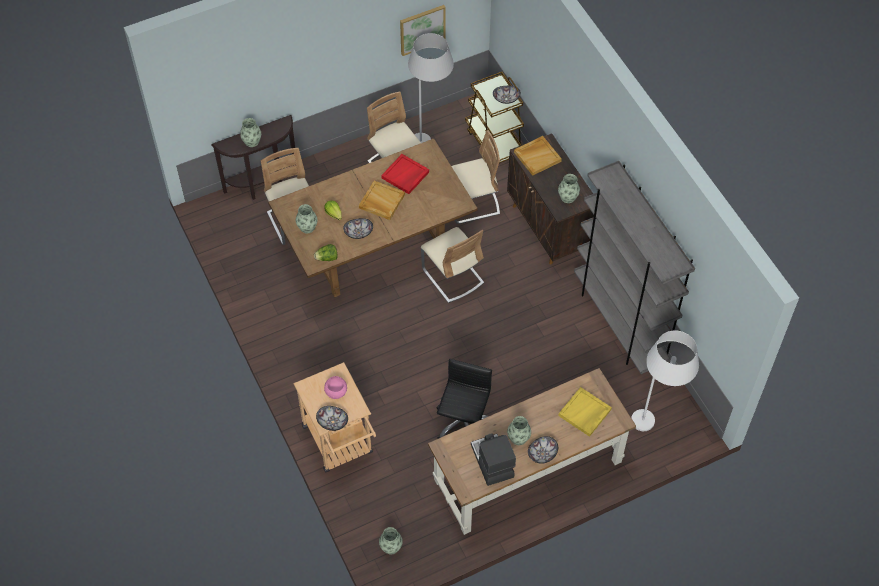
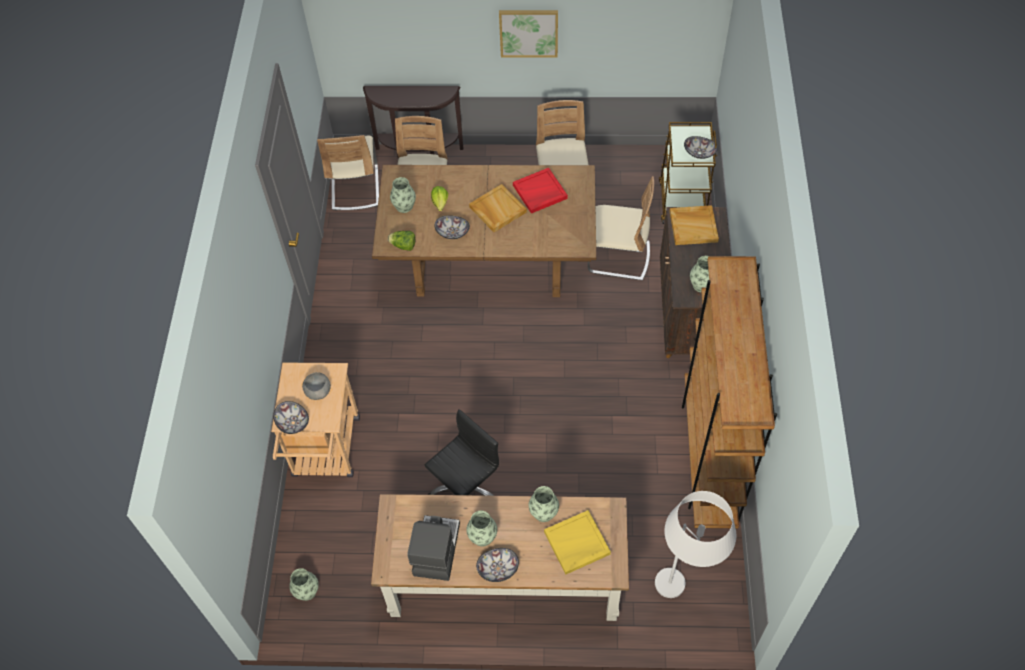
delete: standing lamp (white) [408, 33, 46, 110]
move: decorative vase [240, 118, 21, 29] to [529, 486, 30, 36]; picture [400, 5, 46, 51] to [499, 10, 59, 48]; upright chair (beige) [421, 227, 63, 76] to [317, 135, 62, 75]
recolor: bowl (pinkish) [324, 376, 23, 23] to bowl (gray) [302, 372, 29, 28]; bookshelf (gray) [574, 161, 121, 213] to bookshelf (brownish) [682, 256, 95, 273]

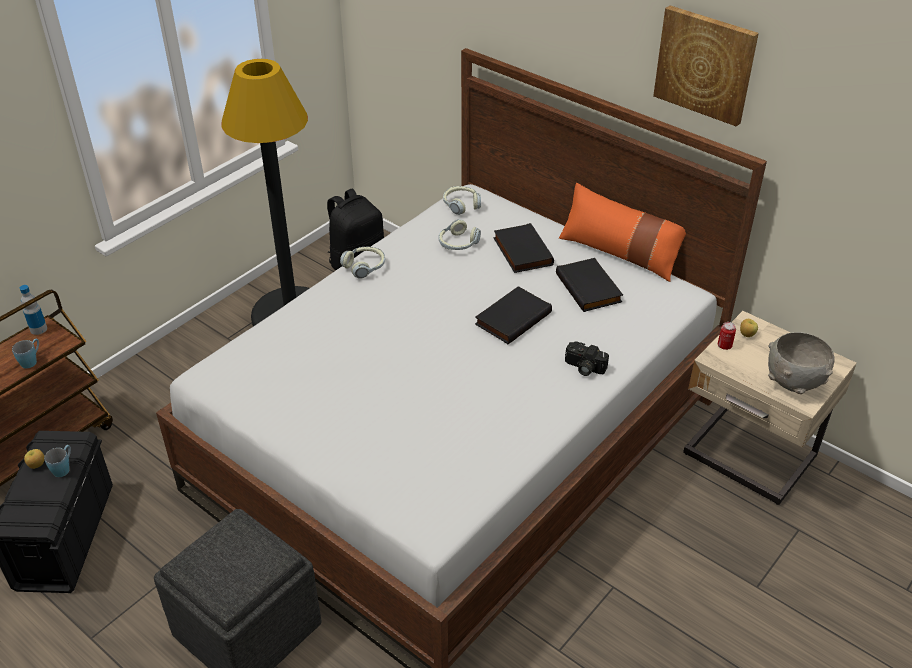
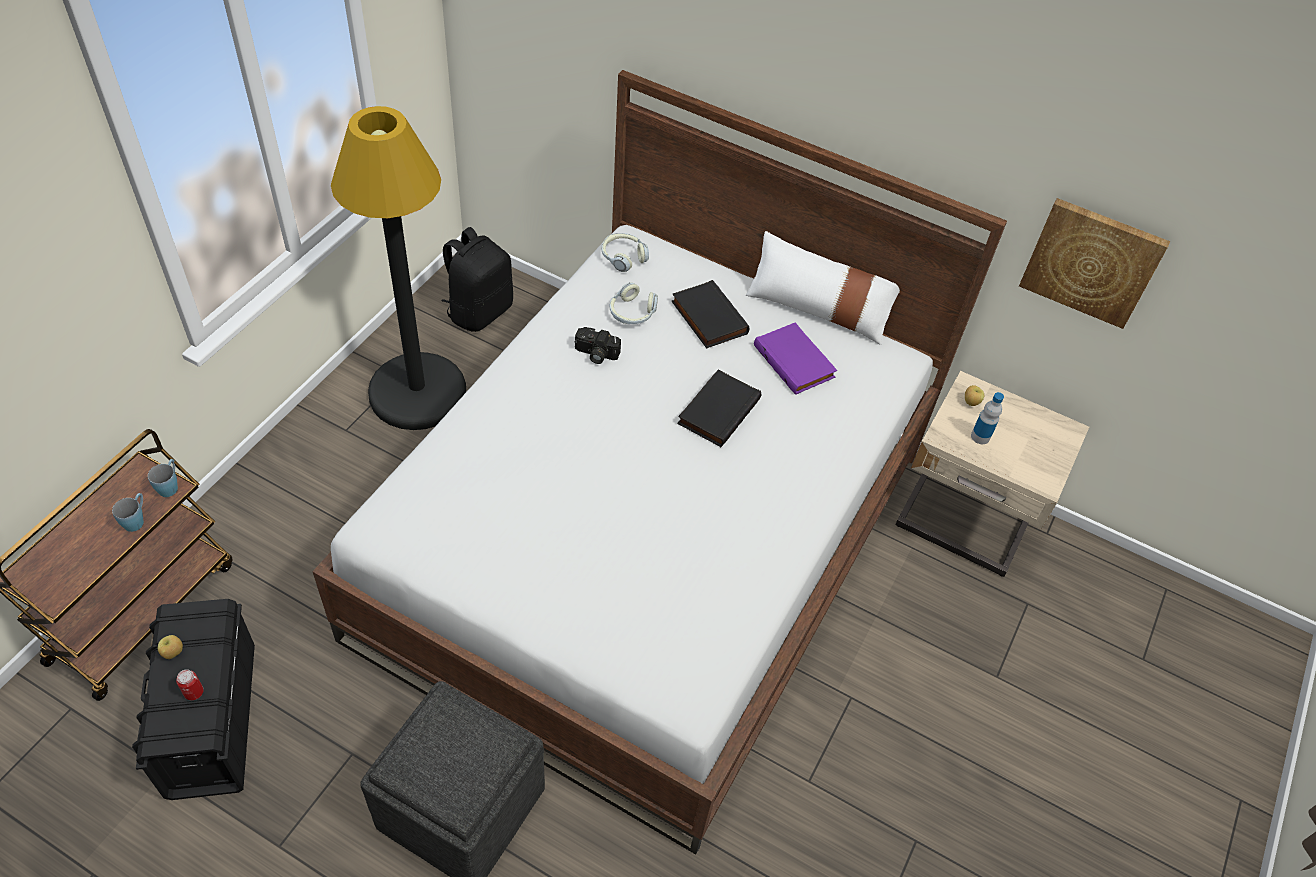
delete: headset [340, 247, 45, 32]; bowl (gray) [768, 332, 66, 62]
move: beverage bottle [20, 285, 27, 50] to [971, 392, 33, 52]; tea mug (bluish) [44, 445, 27, 32] to [148, 459, 30, 38]; still camera [565, 341, 44, 35] to [575, 327, 46, 37]; picture [653, 5, 106, 122] to [1019, 198, 151, 131]; can [717, 322, 19, 28] to [176, 669, 28, 31]
recolor: volume (black) [556, 258, 67, 54] to volume (purple) [754, 322, 83, 73]; pillow (orange) [559, 183, 127, 99] to pillow (white) [746, 231, 154, 114]

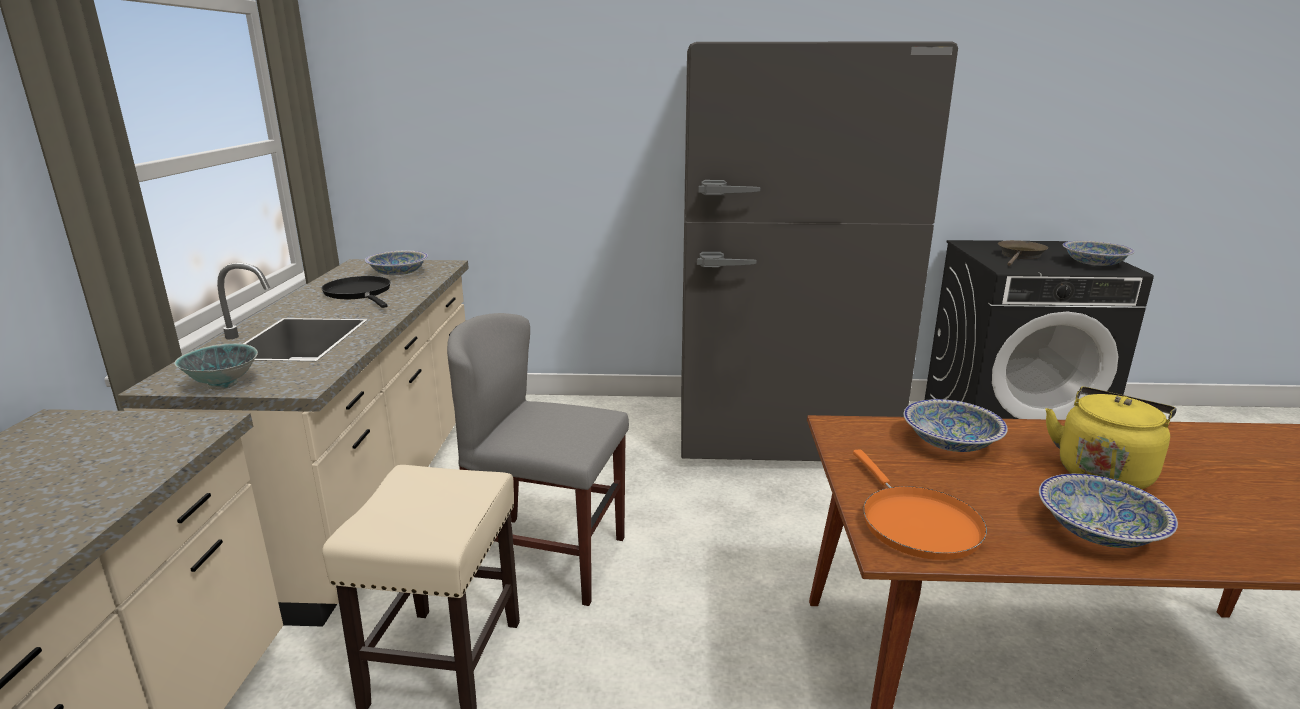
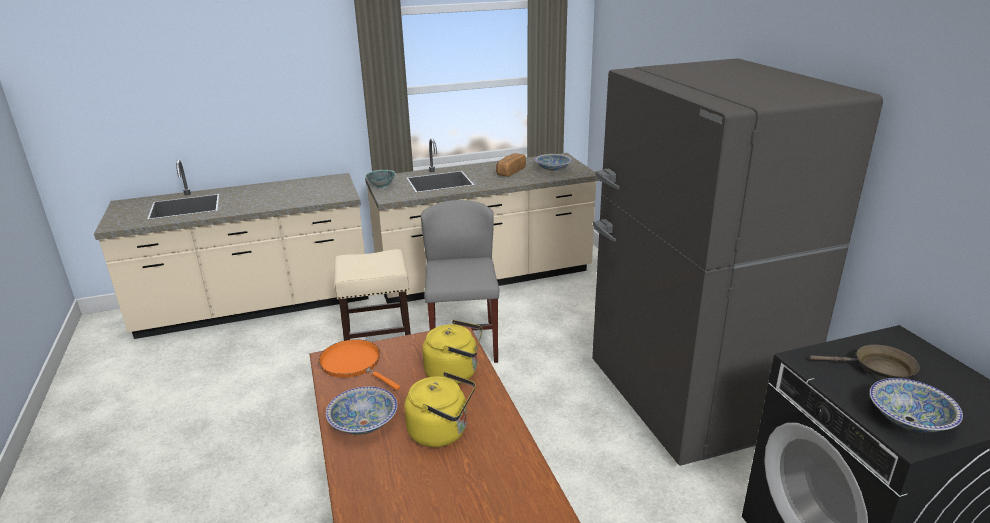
replace: pan (black) [321, 276, 69, 32] to bread [496, 153, 30, 24]; bowl [904, 399, 104, 53] to kettle (yellowish) [422, 320, 60, 64]
rotate: pan (orange) [853, 449, 134, 111] = [319, 339, 81, 51] 75 degrees clockwise

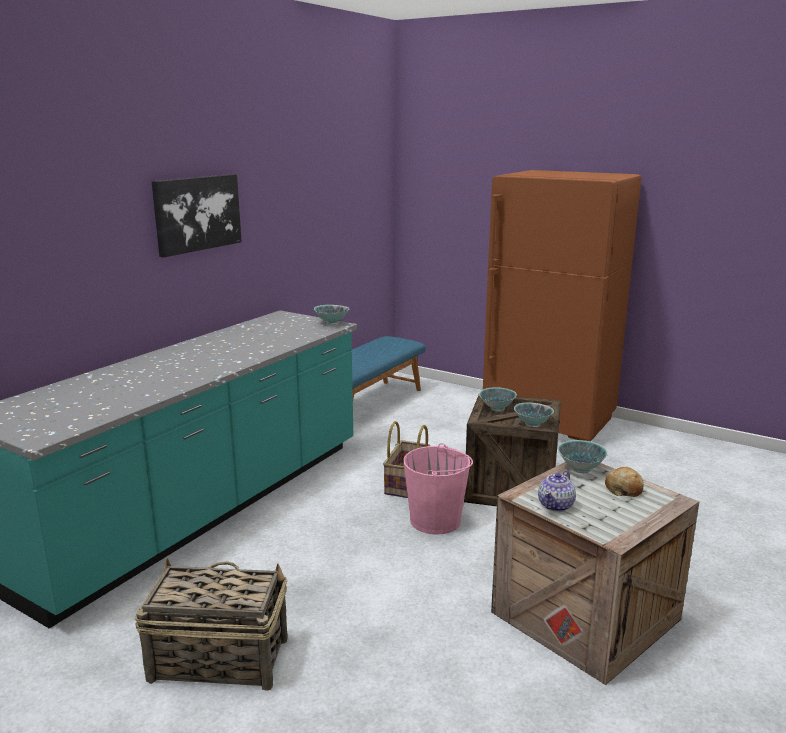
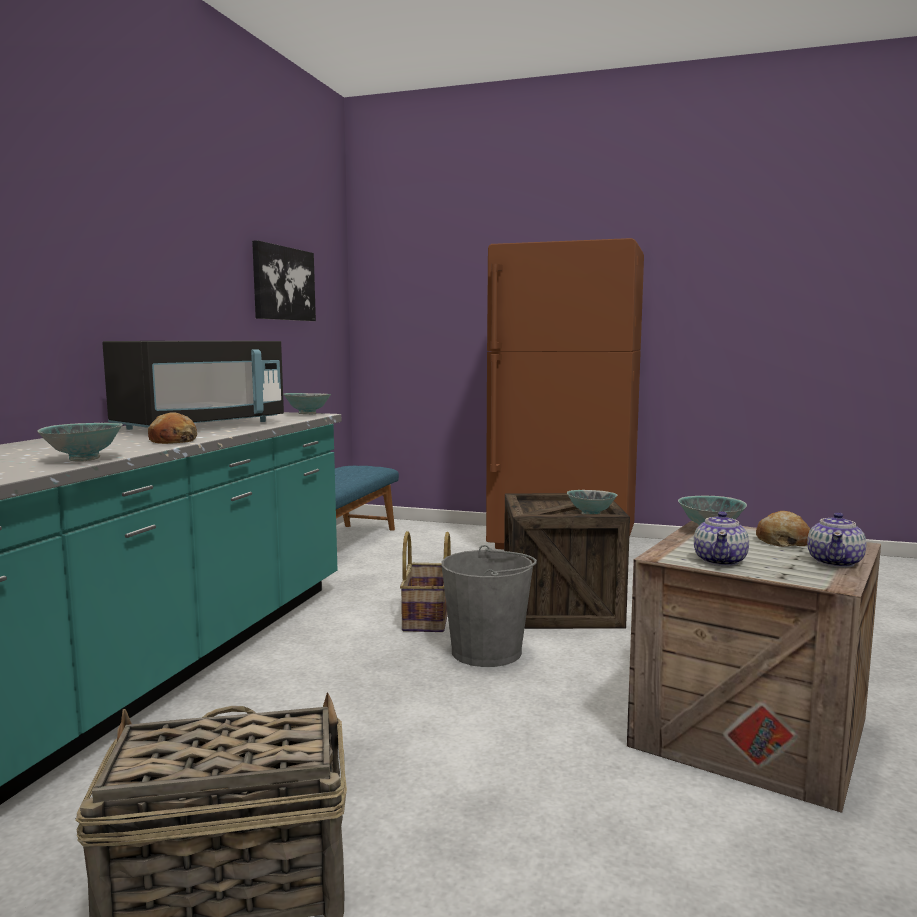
insert: microwave oven (black) [103, 341, 181, 89]; bread [148, 412, 49, 32]; teapot [807, 512, 59, 56]
move: picture [152, 174, 90, 83] to [252, 240, 64, 81]; bowl [479, 387, 38, 25] to [37, 423, 86, 39]
recolor: pail (pinkish) [403, 443, 70, 92] to pail (gray) [441, 545, 96, 122]

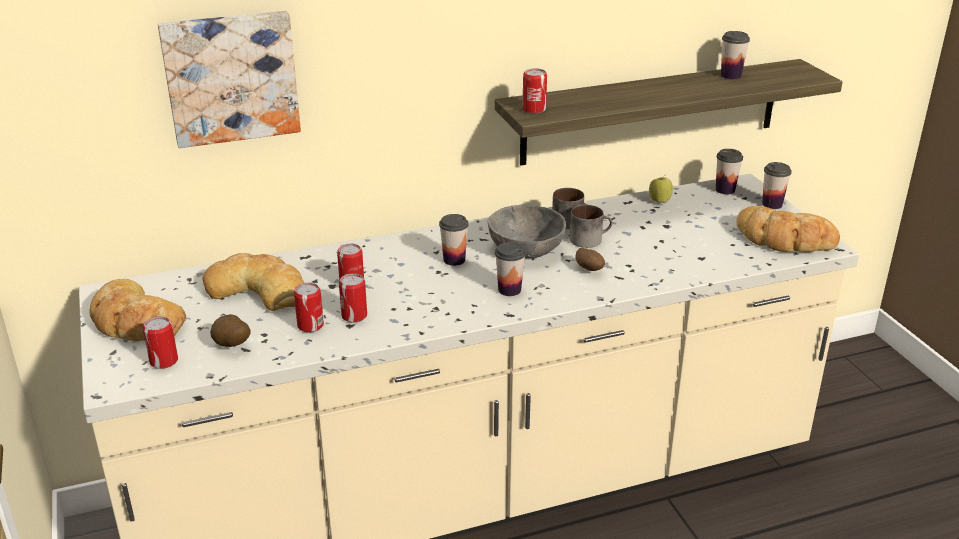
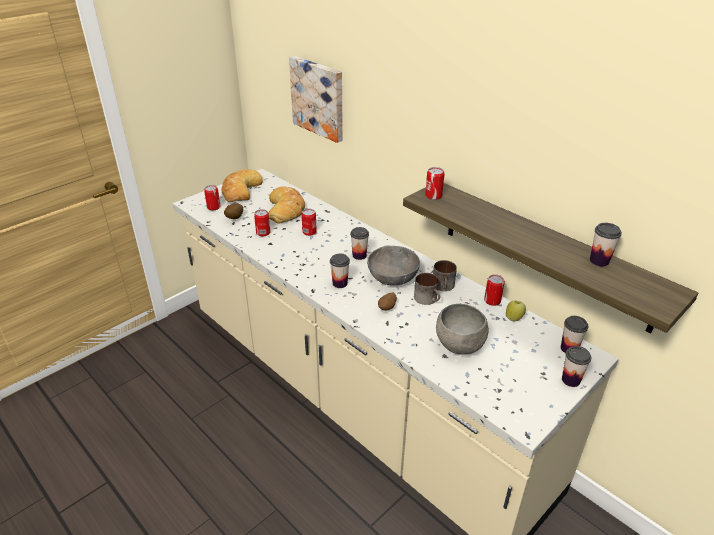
delete: bread [736, 206, 104, 46]
insert: bowl (gray) [436, 304, 53, 51]
move: can [339, 273, 28, 50] to [484, 274, 21, 32]

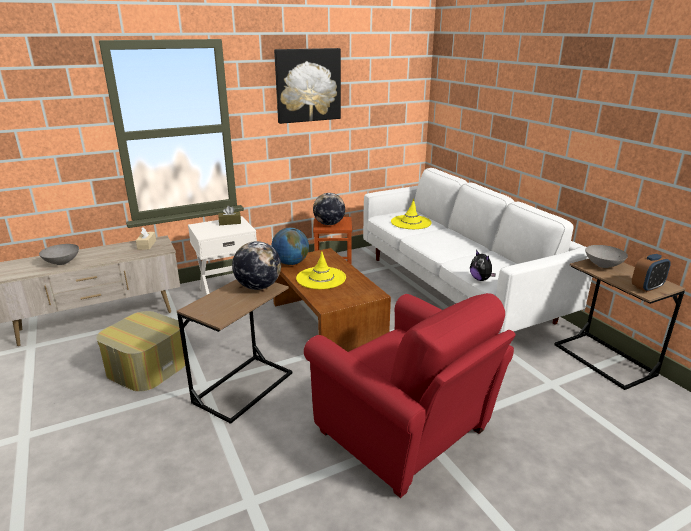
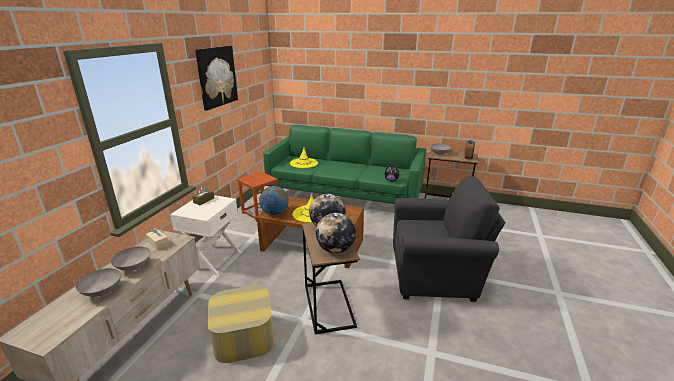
insert: bowl (gray) [111, 246, 40, 25]
move: desk globe [313, 193, 32, 32] to [316, 213, 40, 40]
recolor: easy chair (red-coloured) [304, 293, 211, 205] to easy chair (gray) [393, 176, 113, 126]; settee (white) [363, 168, 229, 166] to settee (greenish) [263, 125, 163, 79]

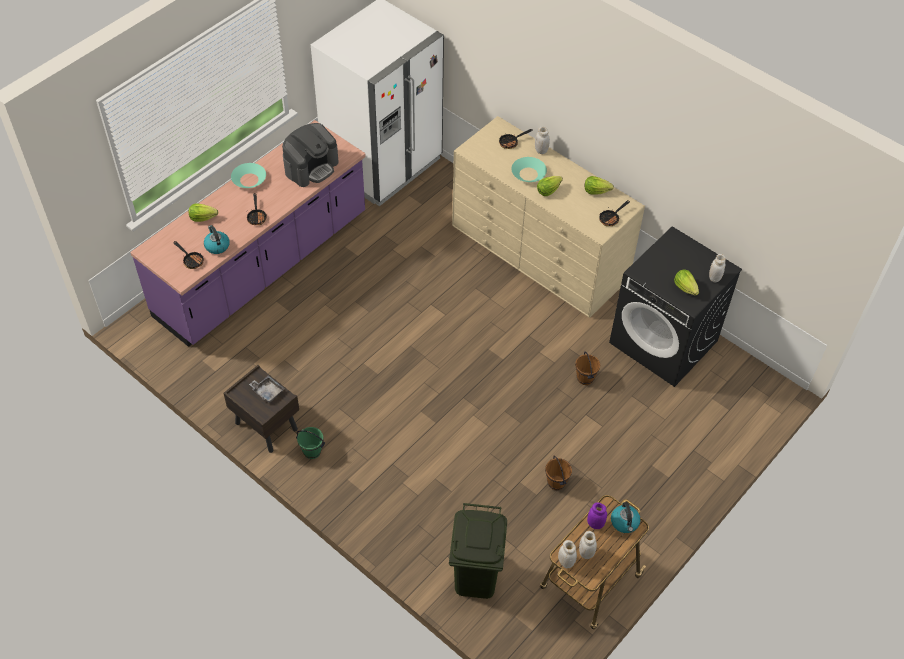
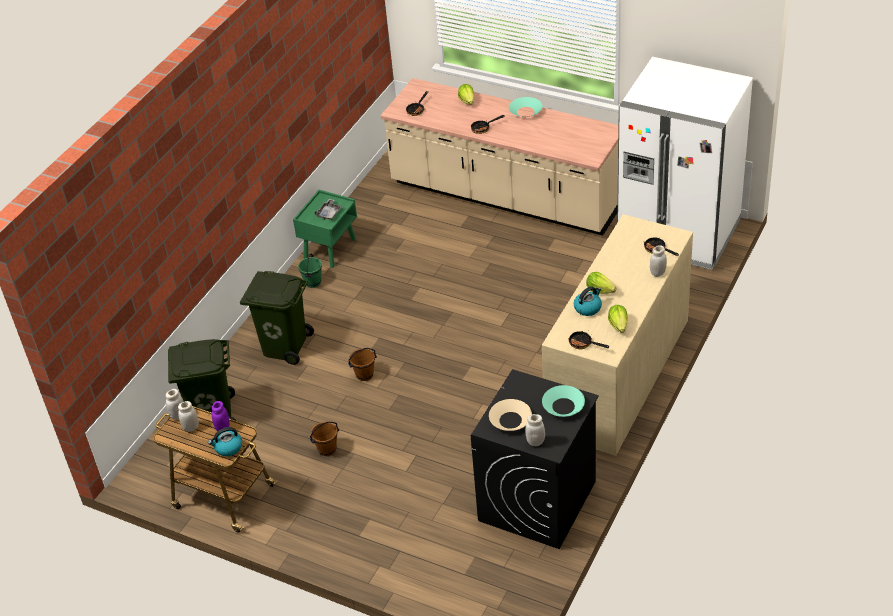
delete: coffee machine [282, 123, 57, 64]
insert: trash can (greenish) [240, 271, 74, 94]
move: kettle [204, 225, 26, 29] to [574, 286, 28, 30]; bowl (turquoise-coloured) [511, 157, 36, 25] to [542, 385, 43, 32]; pail (brownish) [575, 352, 25, 33] to [348, 348, 29, 33]
replace: head of lettuce [674, 270, 25, 26] to bowl (beige) [489, 399, 43, 32]
recolor: kitchen base unit (purple) [130, 120, 236, 227] to kitchen base unit (beige) [381, 78, 238, 158]; night table (brownish) [224, 365, 75, 88] to night table (greenish) [293, 190, 64, 78]

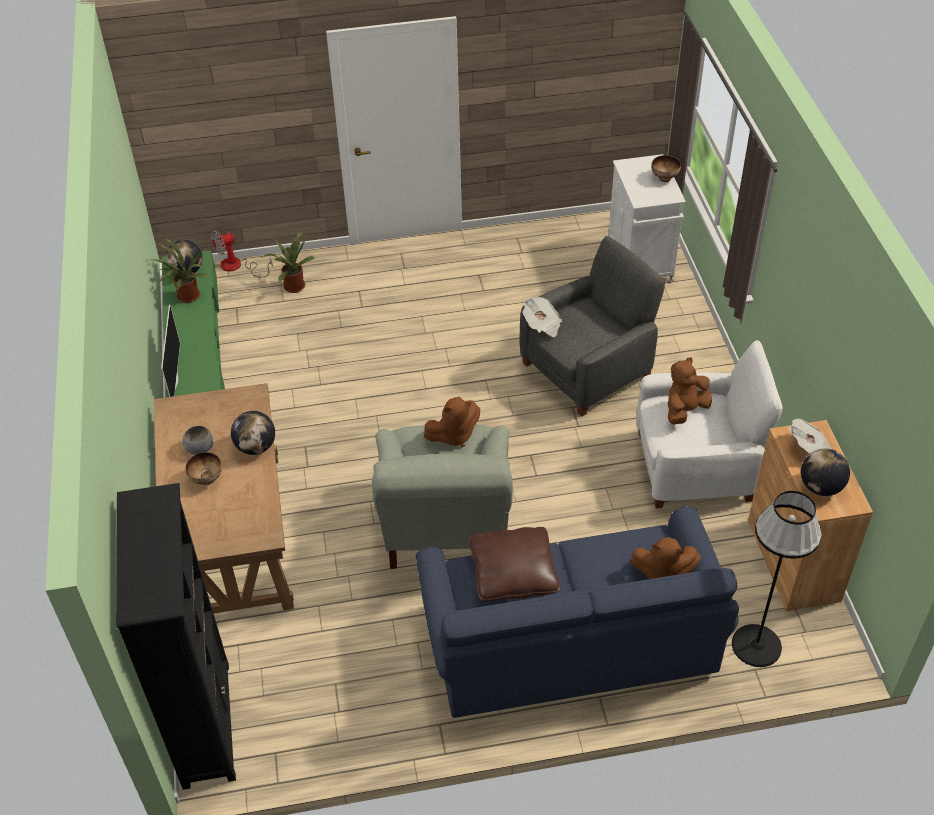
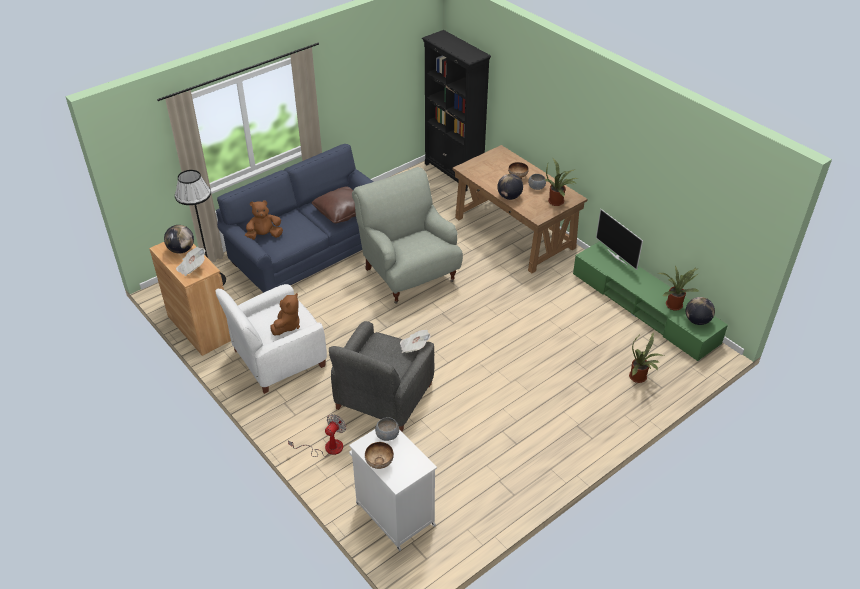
delete: plush toy (brownish) [423, 397, 57, 51]
insert: bowl (gray) [375, 417, 24, 24]; potted plant [545, 158, 33, 48]
move: fan [211, 230, 62, 47] to [288, 414, 58, 43]

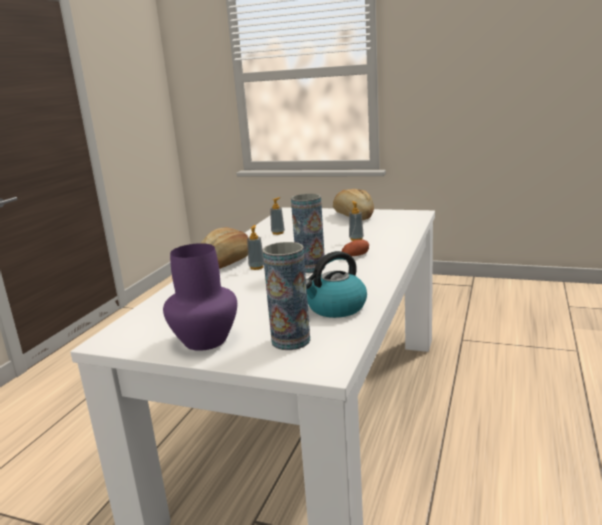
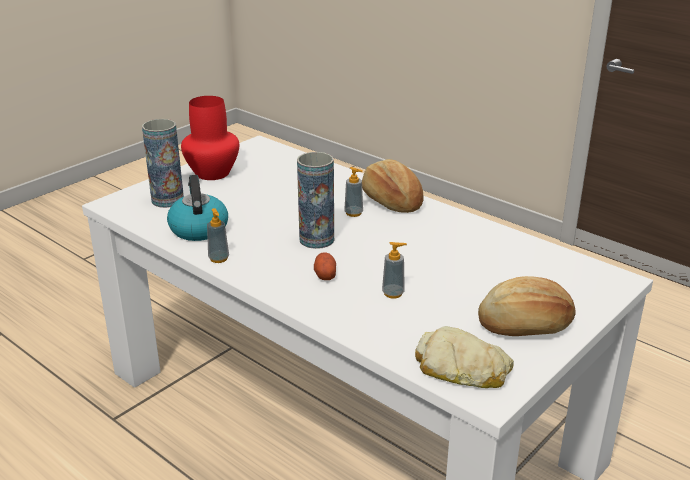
insert: bread [415, 326, 99, 62]
move: soap bottle [270, 197, 15, 38] to [207, 208, 22, 55]
recolor: decorative vase (purple) [163, 243, 74, 108] to decorative vase (red-coloured) [181, 96, 58, 84]

